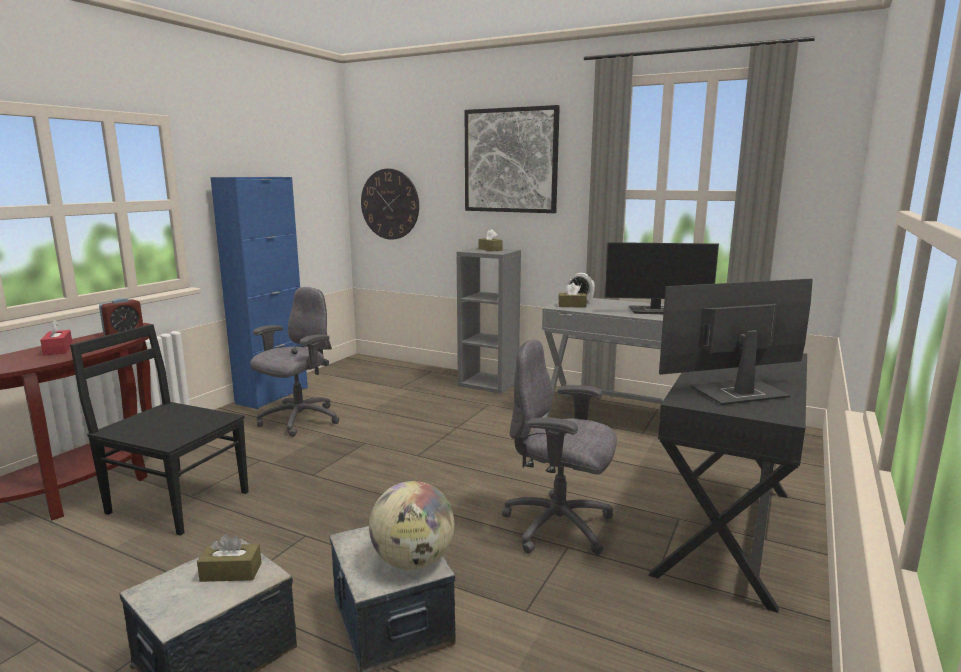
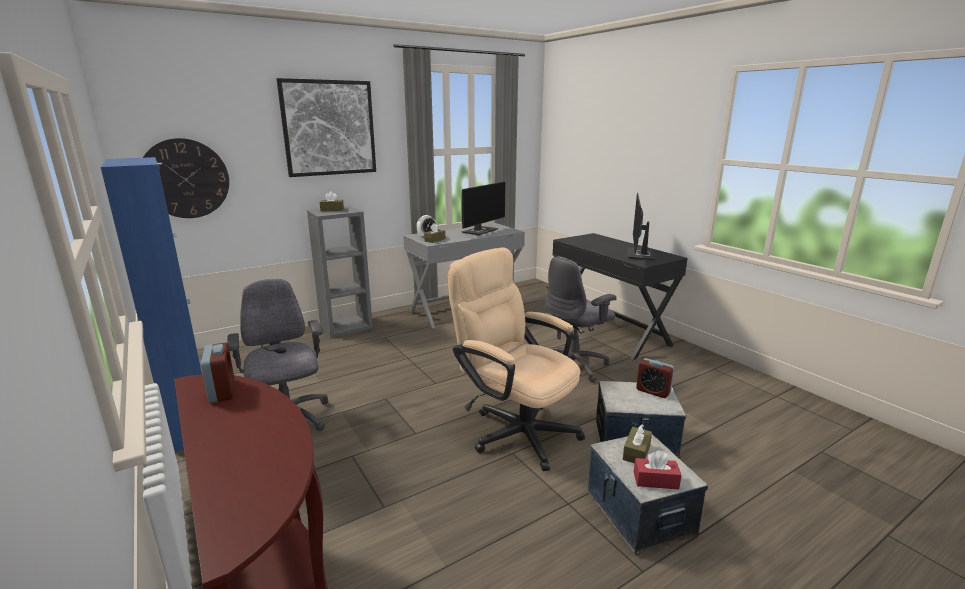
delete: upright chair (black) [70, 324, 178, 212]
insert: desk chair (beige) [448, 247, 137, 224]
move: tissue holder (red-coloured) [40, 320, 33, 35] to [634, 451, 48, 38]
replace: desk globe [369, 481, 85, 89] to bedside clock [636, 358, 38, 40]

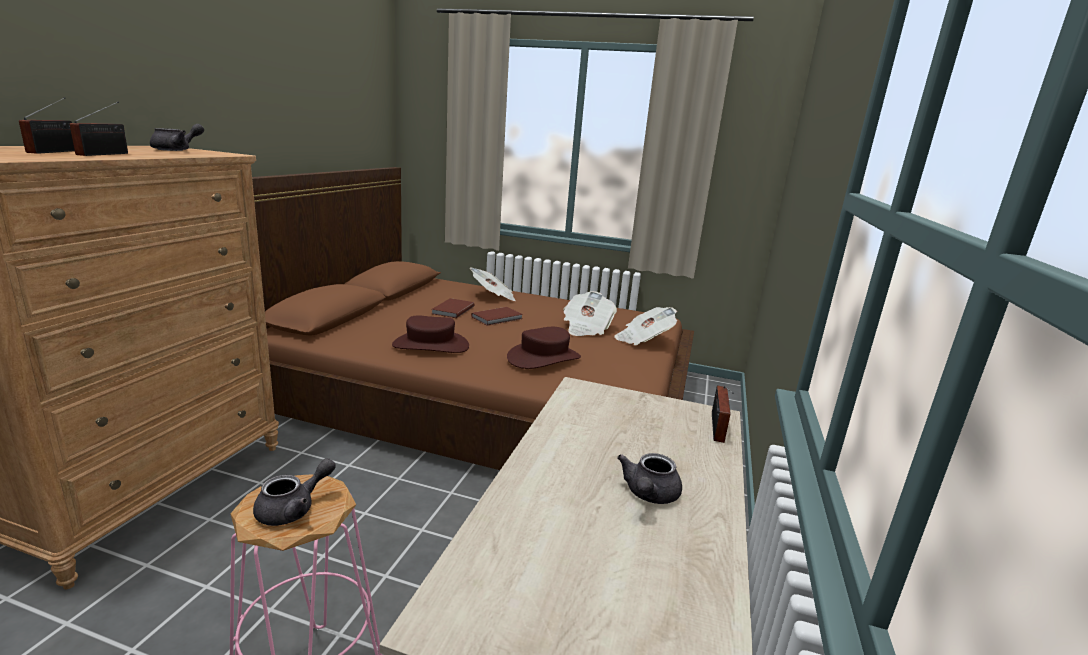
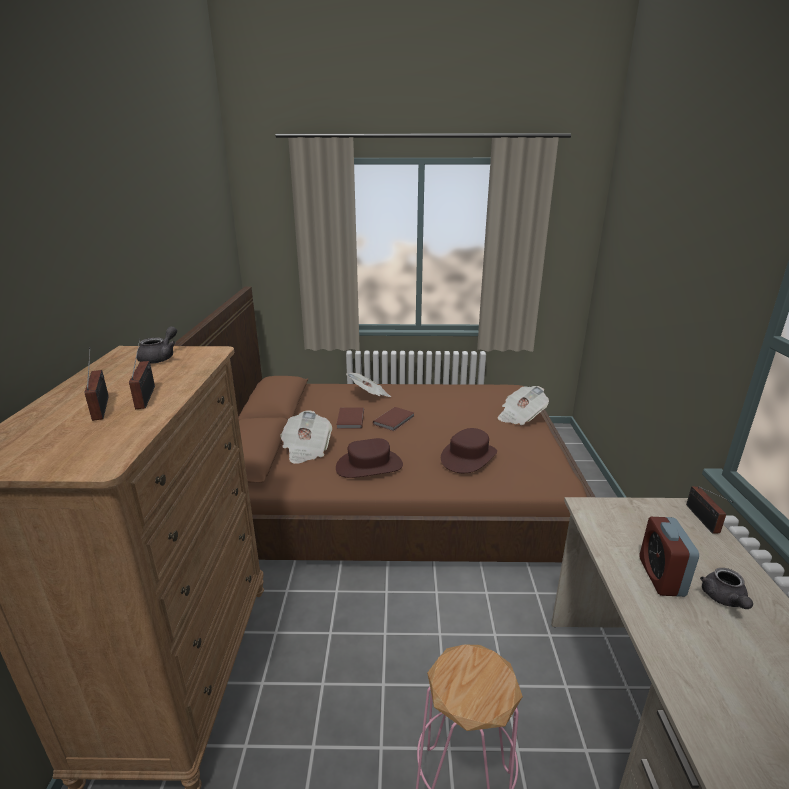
delete: teapot (gray) [253, 458, 83, 68]
insert: bedside clock [639, 517, 60, 80]
move: daily paper [563, 291, 54, 45] to [280, 411, 52, 53]

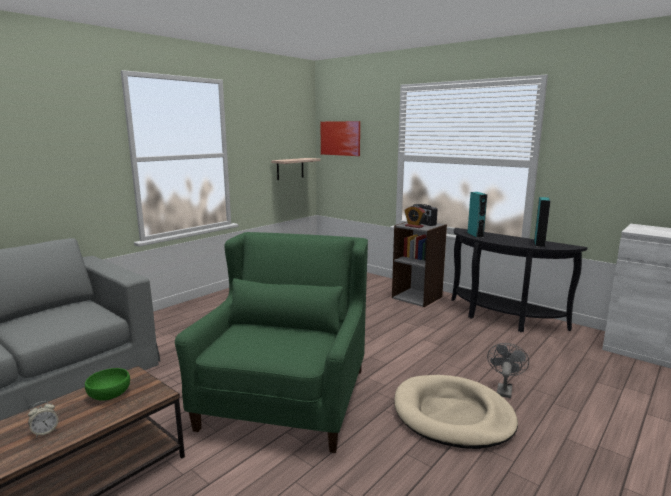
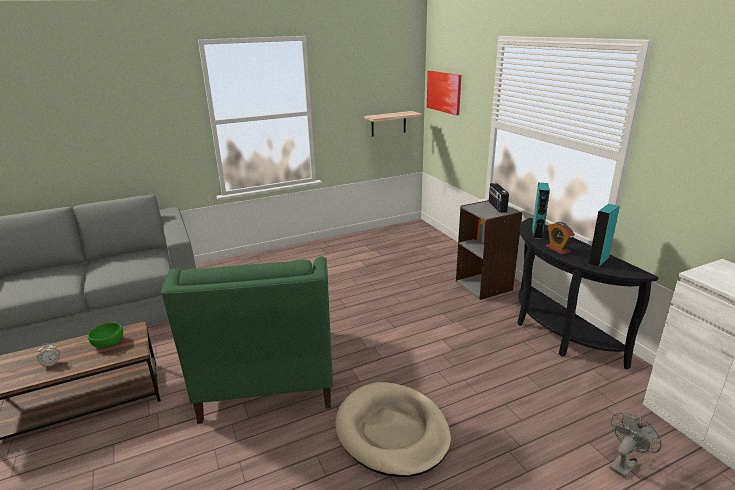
move: bedside clock [405, 205, 21, 23] to [546, 222, 29, 33]; fan (gray) [487, 343, 42, 55] to [610, 413, 52, 65]
rotate: easy chair (greenish) [175, 232, 193, 221] = [161, 257, 172, 167] 135 degrees clockwise

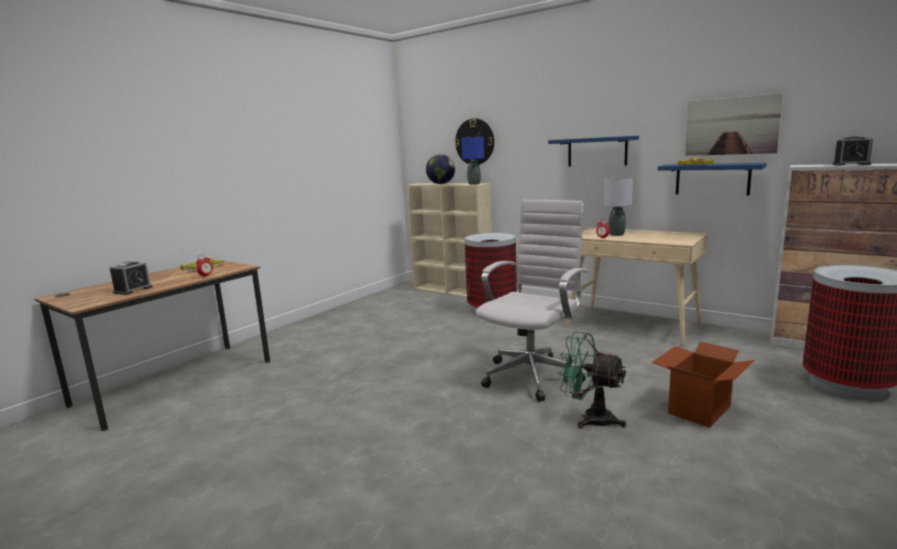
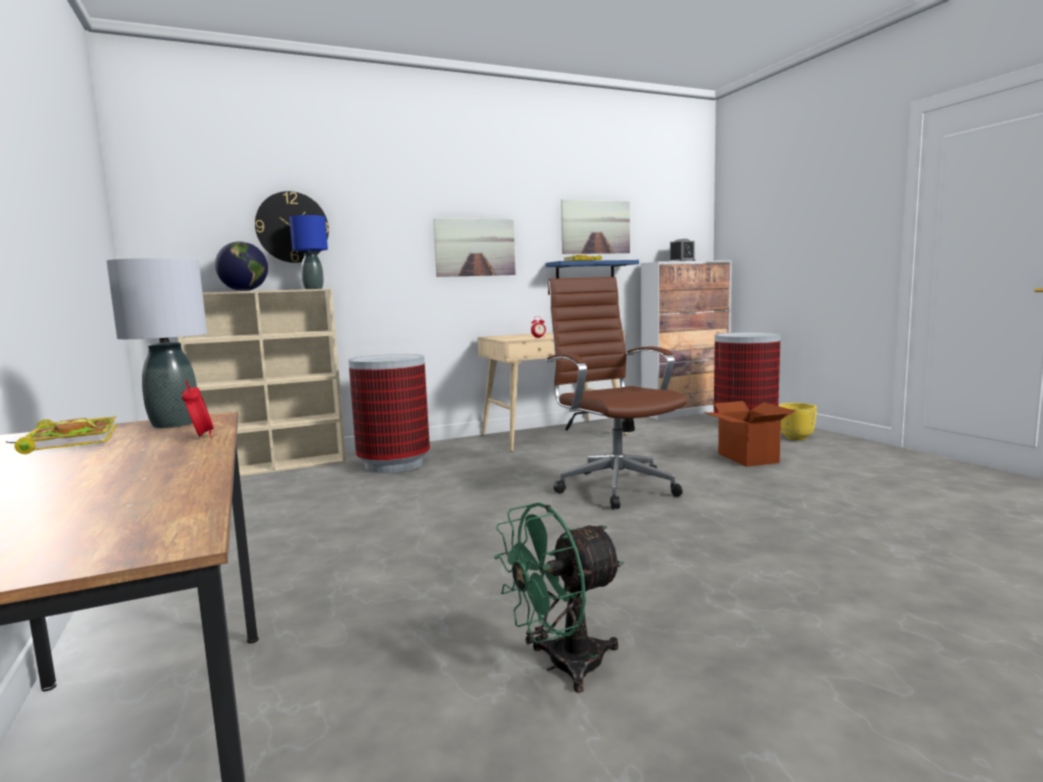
delete: bedside clock [110, 261, 43, 34]
insert: plant pot (yellowish) [778, 403, 39, 37]
move: fan (greenish) [558, 331, 68, 98] to [494, 502, 130, 191]; tabletop lamp (gray) [604, 177, 29, 59] to [106, 258, 101, 170]
replace: wall shelf (bluish) [548, 136, 91, 31] to picture [433, 218, 83, 59]
recolor: desk chair (white) [476, 200, 112, 202] to desk chair (brownish) [546, 277, 141, 232]

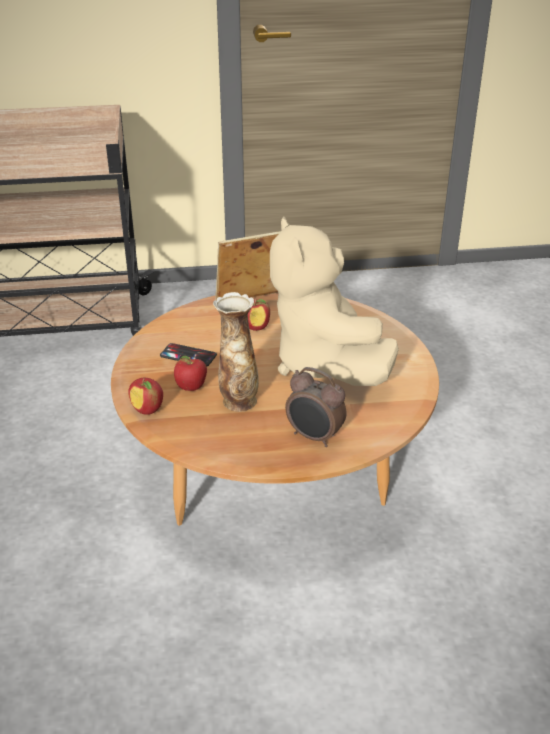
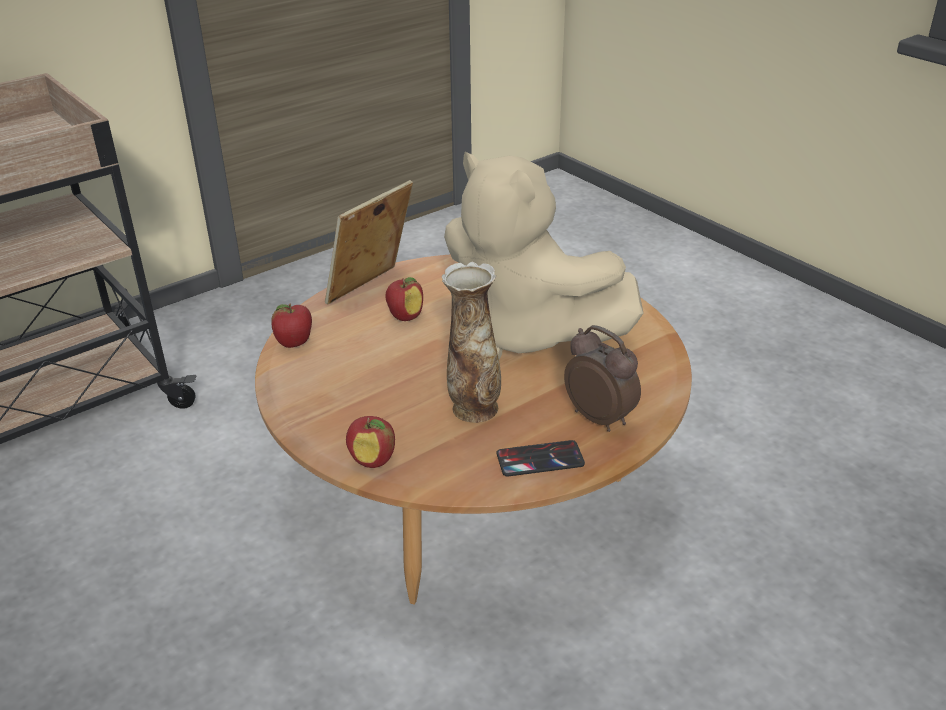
move: phone [160, 343, 57, 24] to [496, 440, 89, 37]; whole apple [174, 356, 33, 35] to [271, 304, 41, 44]
rotate: bedside clock [285, 367, 62, 80] = [564, 325, 77, 107] 135 degrees counterclockwise

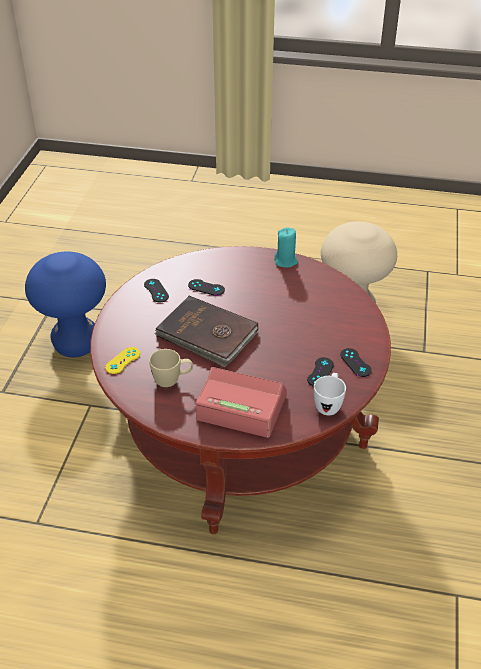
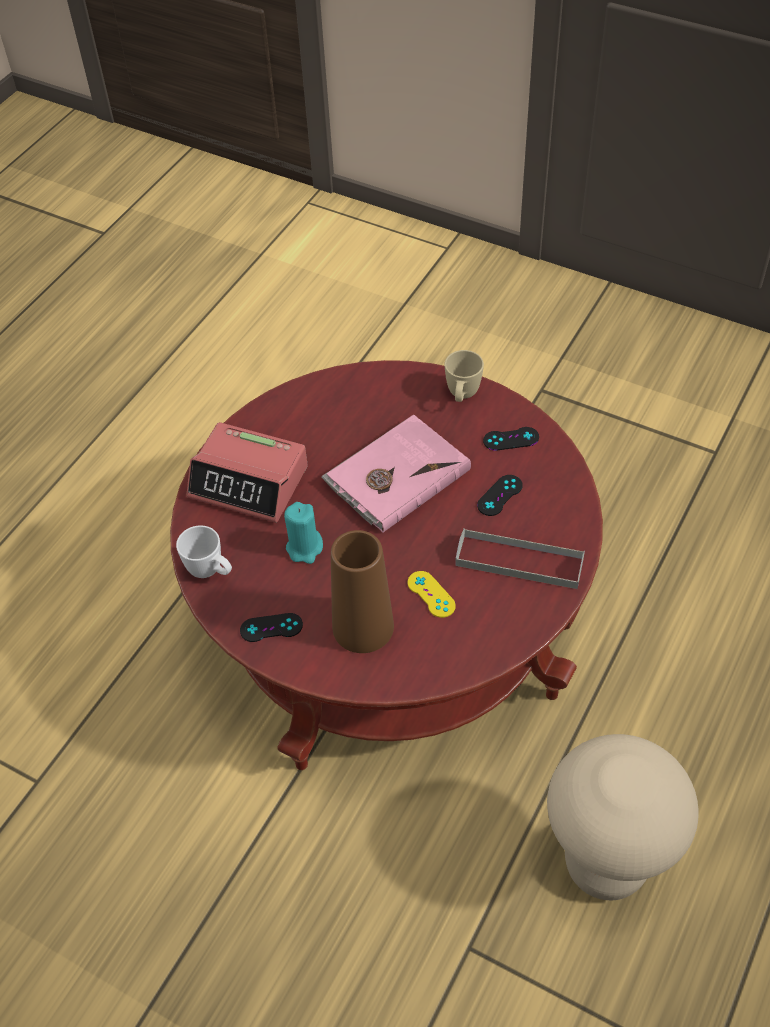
delete: sitting stool (bluish) [25, 251, 81, 106]; joypad (black) [307, 357, 27, 30]
insert: decorative vase (brownish) [331, 530, 63, 123]; serving tray (gray) [455, 528, 130, 61]
move: joypad (yellowish) [105, 347, 35, 27] to [408, 571, 48, 47]; tea mug (beige) [149, 349, 44, 38] to [444, 350, 40, 52]; wax light (turquoise-coloured) [274, 228, 24, 40] to [284, 502, 39, 62]
recolor: volume (brownish) [155, 296, 103, 71] to volume (pinkish) [322, 414, 149, 118]
rotate: bedside clock [196, 367, 91, 71] = [187, 422, 121, 101] 75 degrees clockwise

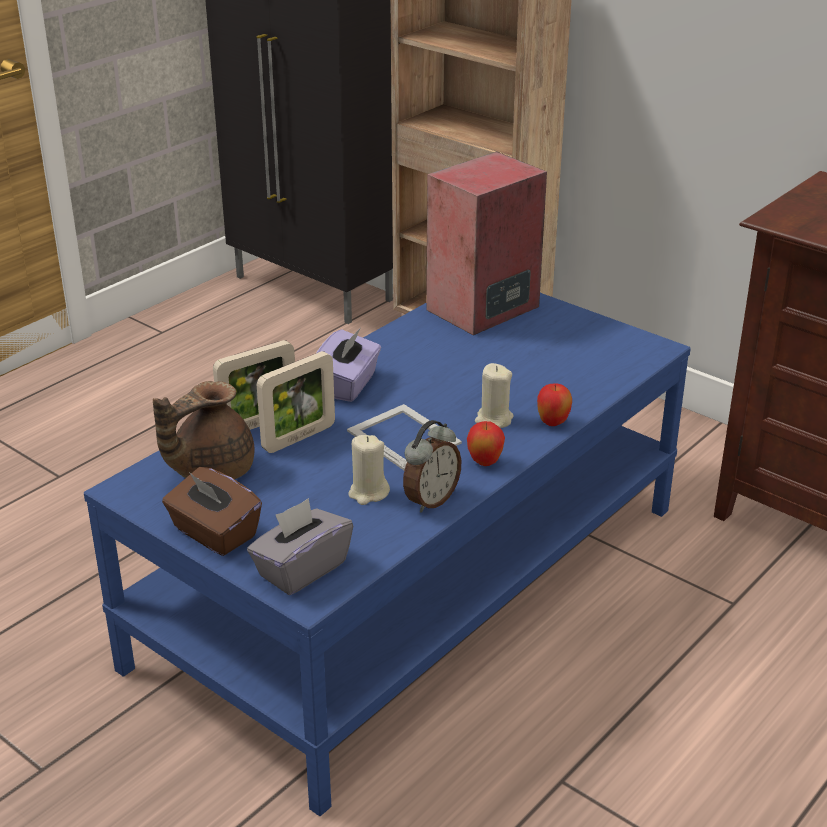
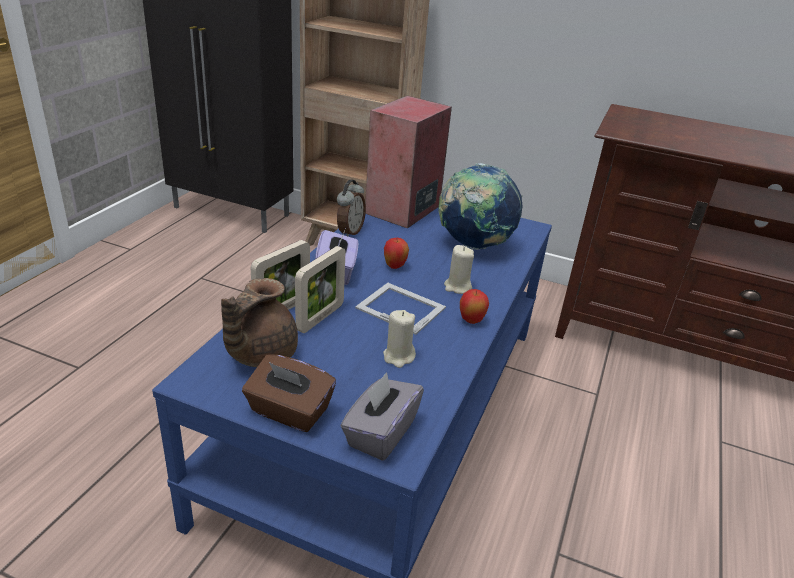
insert: desk globe [438, 163, 85, 87]
move: bedside clock [403, 420, 59, 93] to [337, 180, 29, 56]; whole apple [537, 383, 35, 43] to [384, 238, 25, 31]

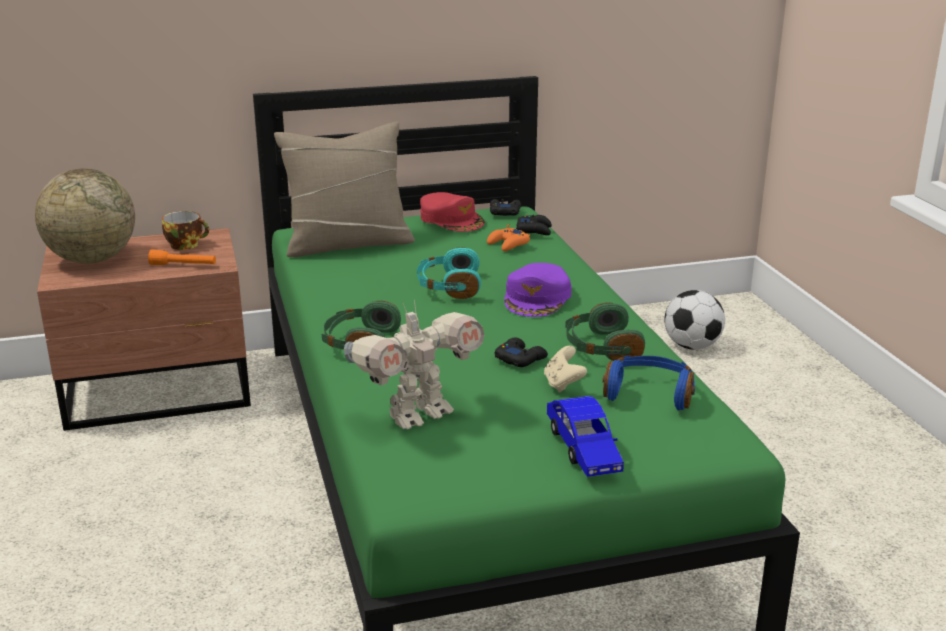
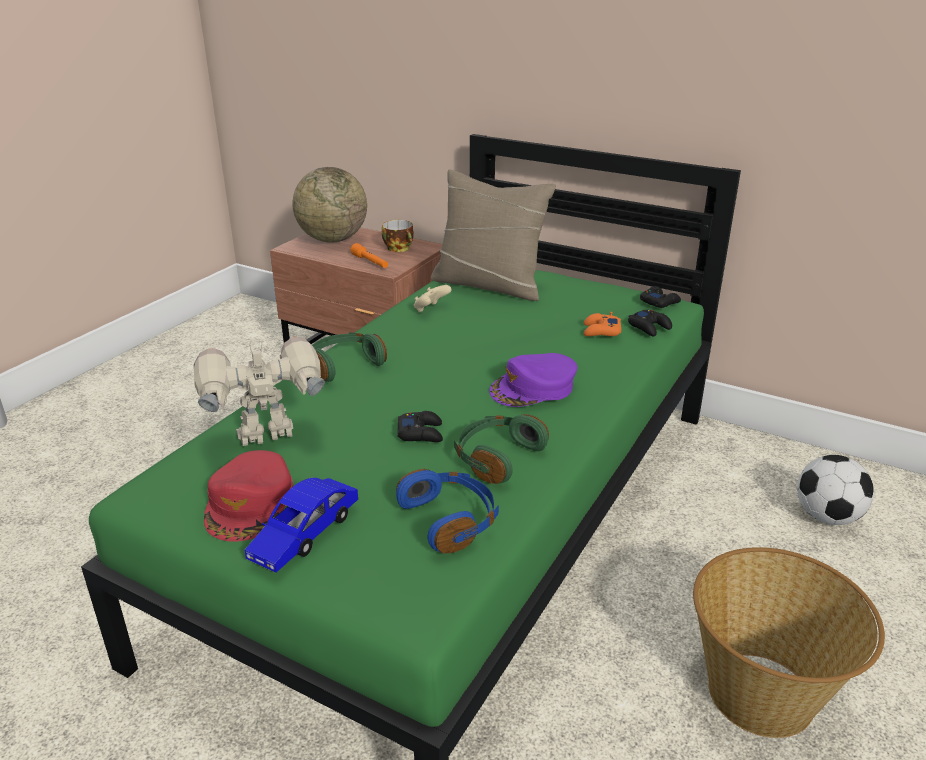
delete: headset (turquoise-coloured) [417, 247, 64, 52]
insert: storage basket [693, 547, 192, 191]
move: peaked cap (red-coloured) [420, 192, 65, 40] to [204, 450, 89, 92]; joypad (beige) [544, 346, 43, 47] to [414, 285, 38, 27]
rotate: model robot [344, 300, 140, 129] = [194, 337, 131, 109] 150 degrees clockwise

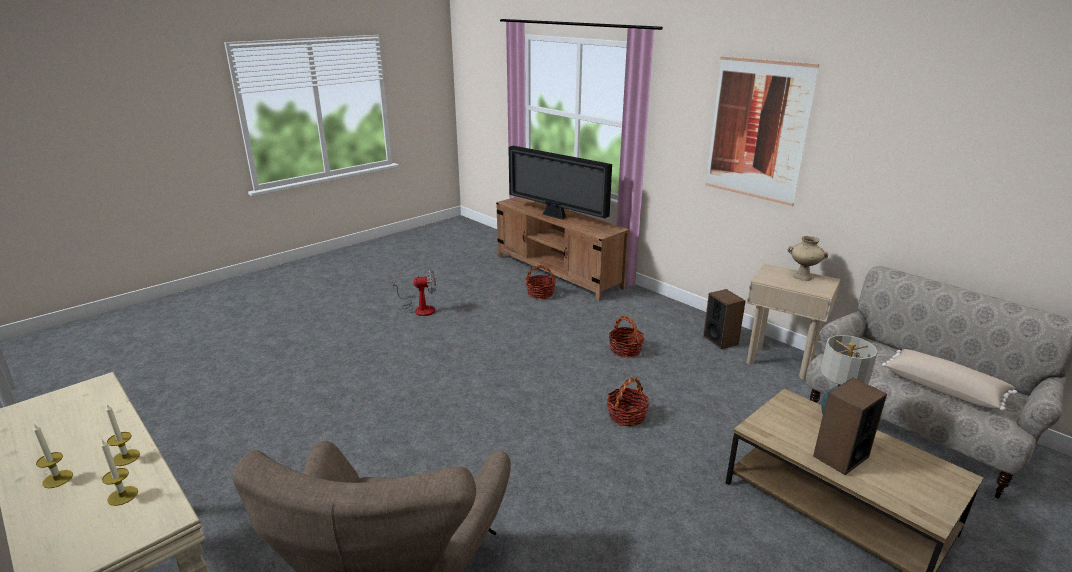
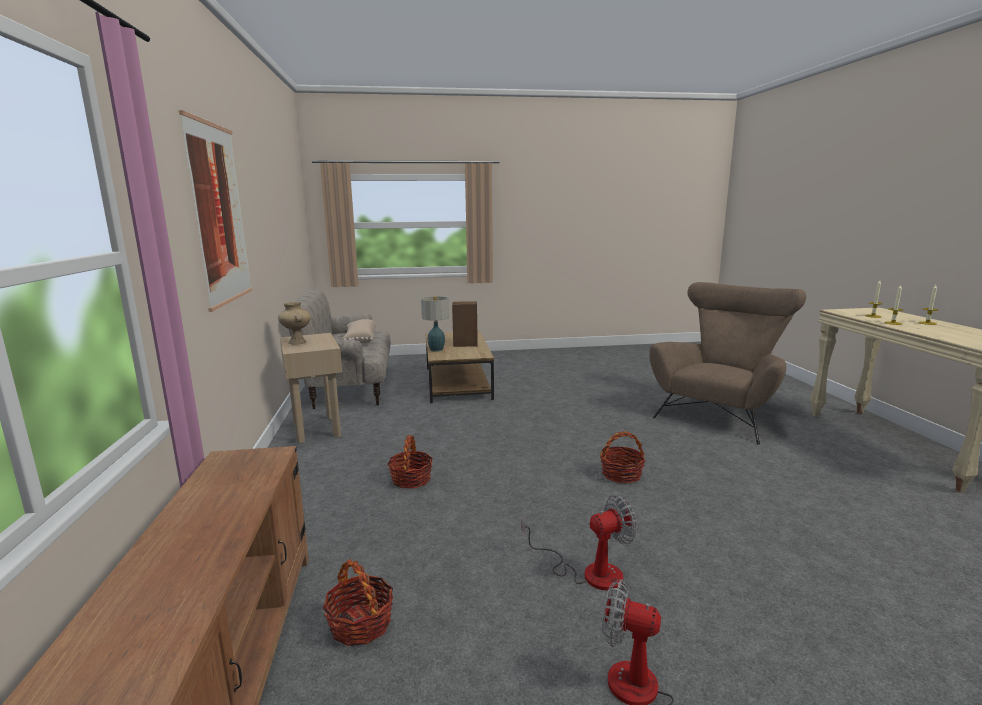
delete: TV [508, 146, 104, 74]; loudspeaker [703, 289, 42, 60]
insert: fan [521, 495, 117, 96]
move: storage basket [607, 377, 42, 50] to [600, 431, 45, 53]

